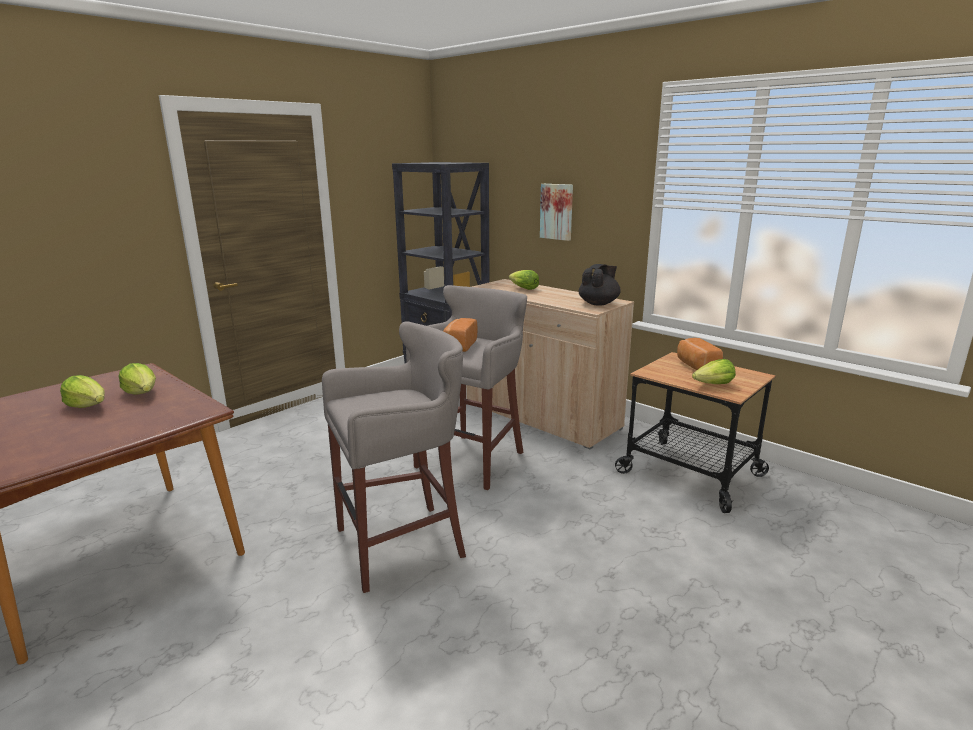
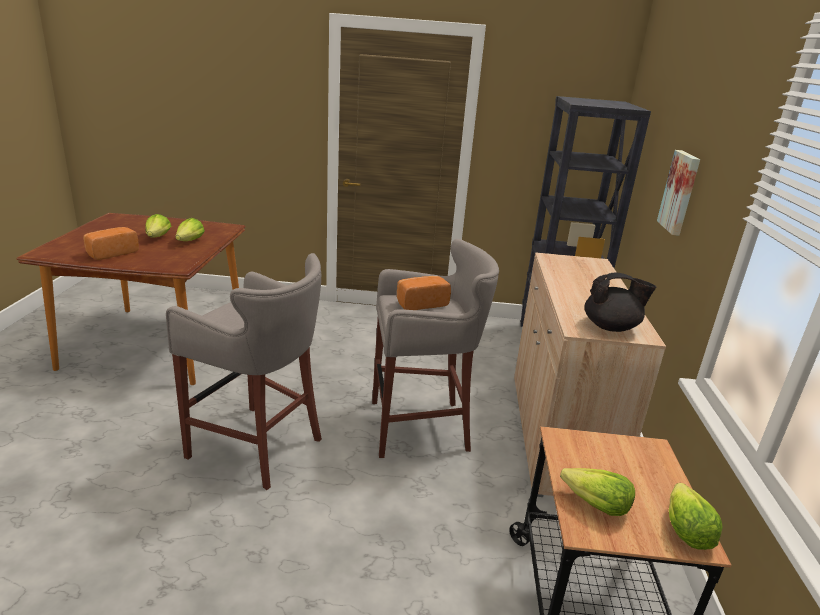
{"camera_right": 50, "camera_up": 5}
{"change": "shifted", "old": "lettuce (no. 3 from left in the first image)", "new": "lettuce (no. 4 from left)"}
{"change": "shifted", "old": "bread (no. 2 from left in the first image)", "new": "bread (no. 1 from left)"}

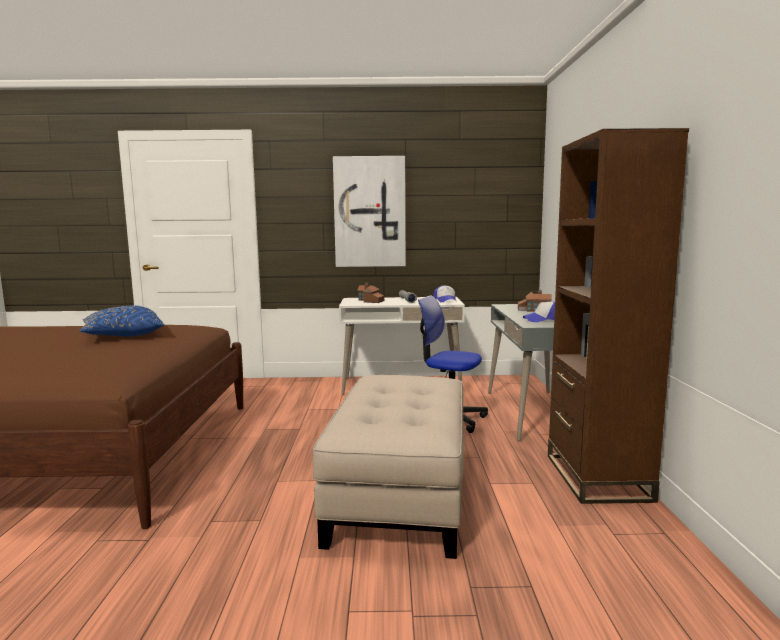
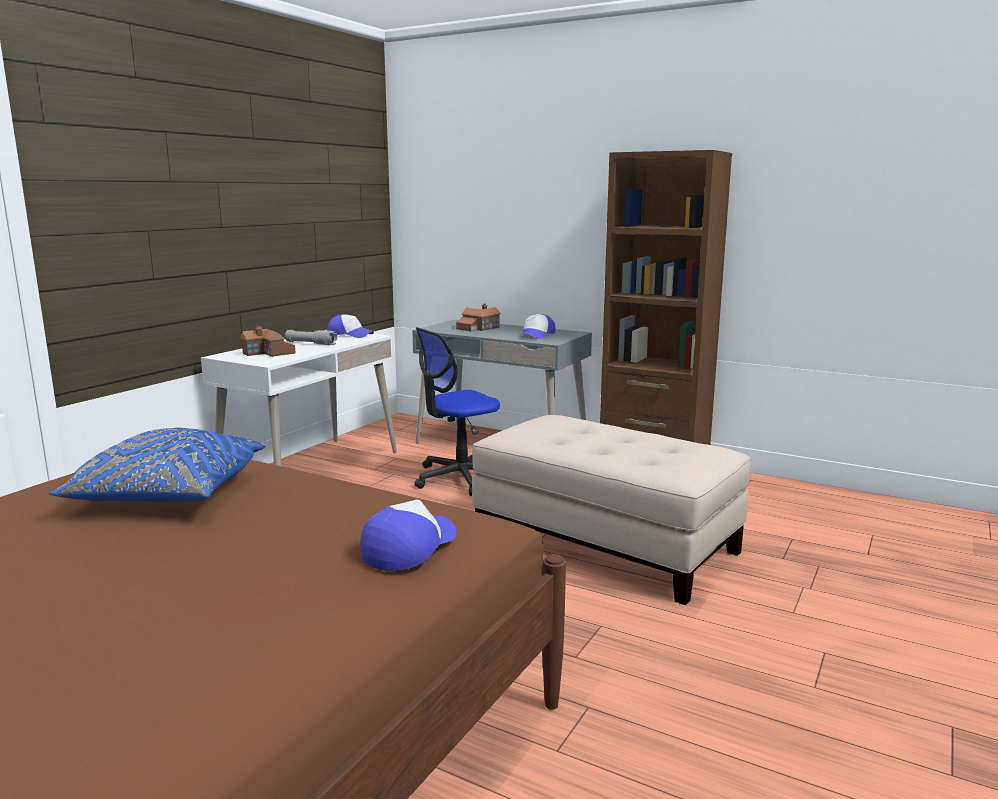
{"camera_right": -60, "camera_up": 5}
{"change": "gone", "old": "wall picture"}
{"change": "new", "new": "cap (no. 2 from left)"}

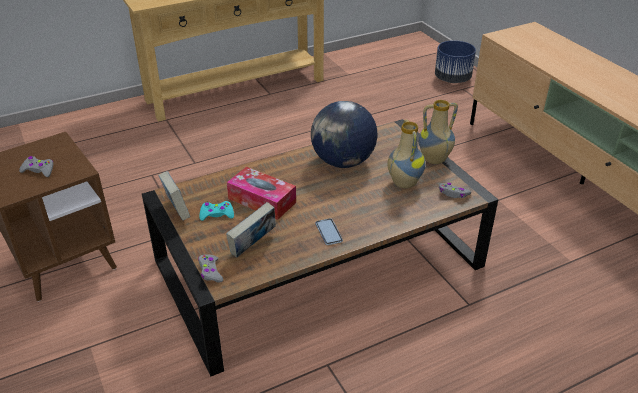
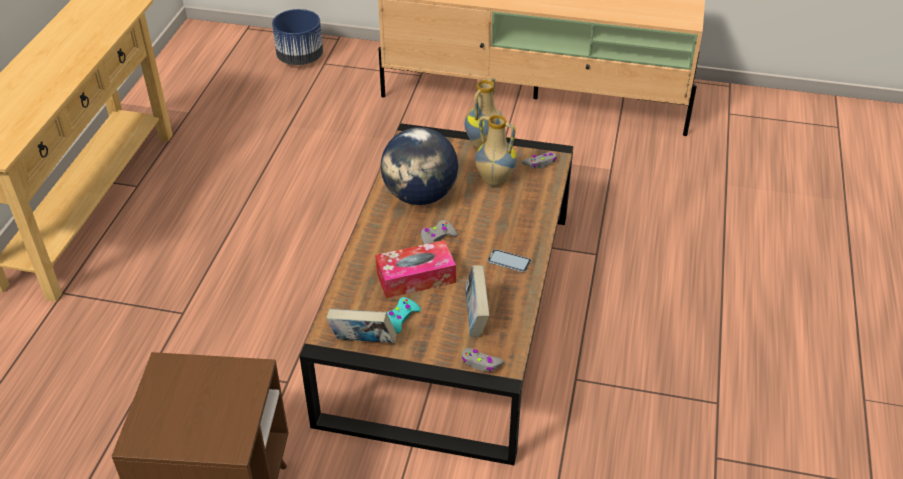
{"camera_right": -50, "camera_up": 5}
{"change": "shifted", "old": "game controller (greyish) (no. 1 from left)"}

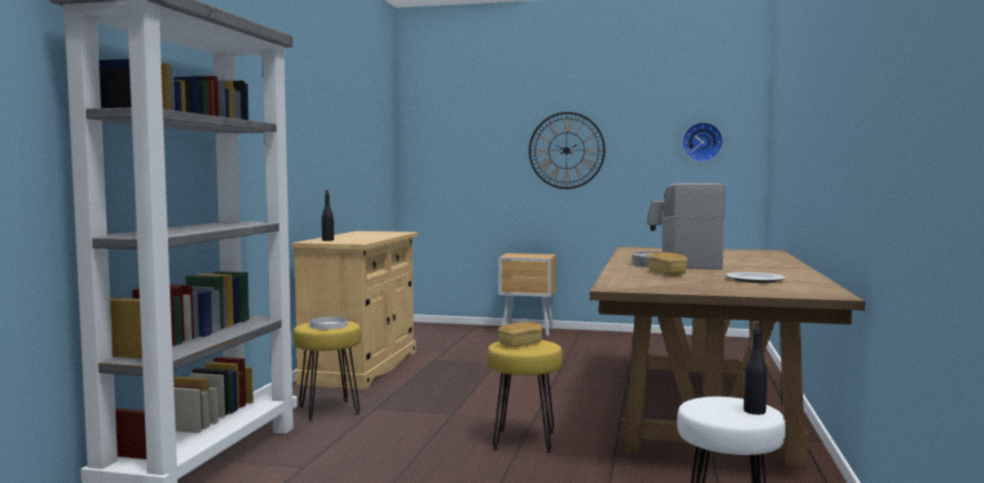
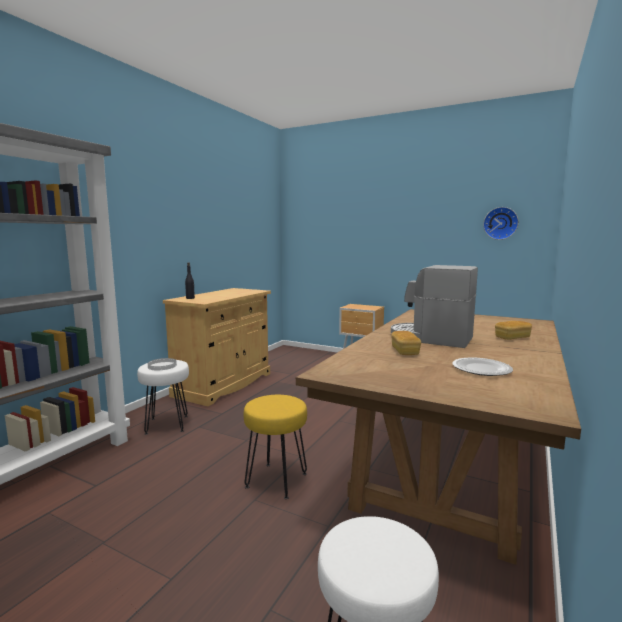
{"camera_right": 15, "camera_up": 5}
{"change": "repainted", "old": "sitting stool (yellowish) (no. 1 from left)", "new": "sitting stool (white) (no. 1 from left)"}
{"change": "shifted", "old": "bread (no. 1 from left in the first image)", "new": "bread (no. 2 from left)"}
{"change": "gone", "old": "clock on the wall (no. 1 from left)"}
{"change": "gone", "old": "beverage bottle (black) (no. 2 from left)"}

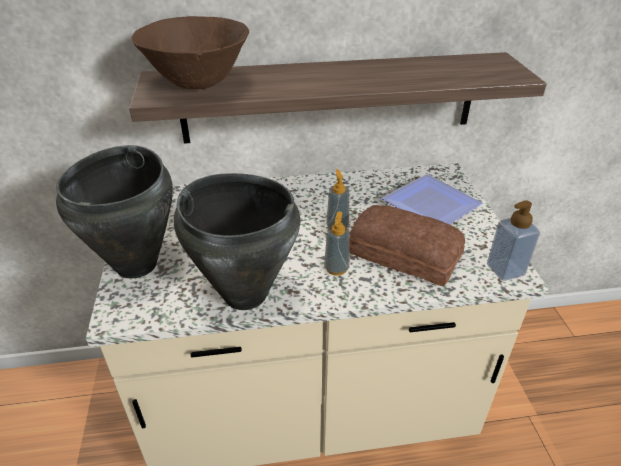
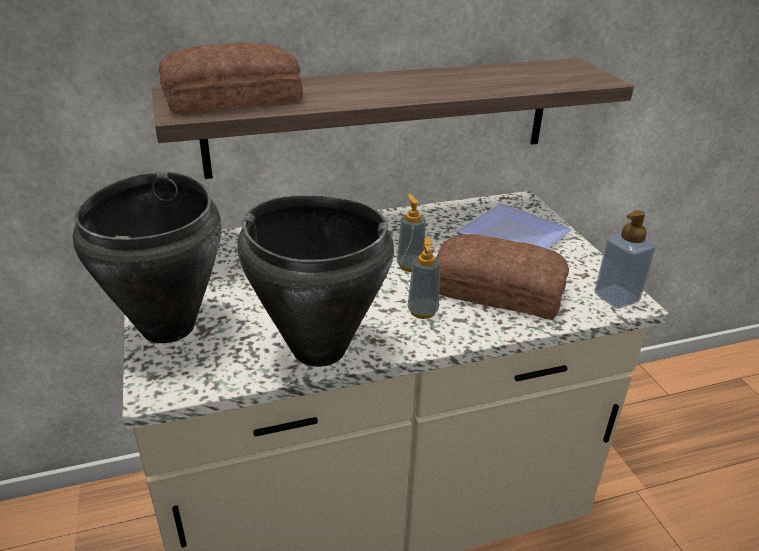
{"camera_right": -10, "camera_up": -5}
{"change": "swapped", "old": "deep dish (brown)", "new": "bread (no. 1 from left)"}

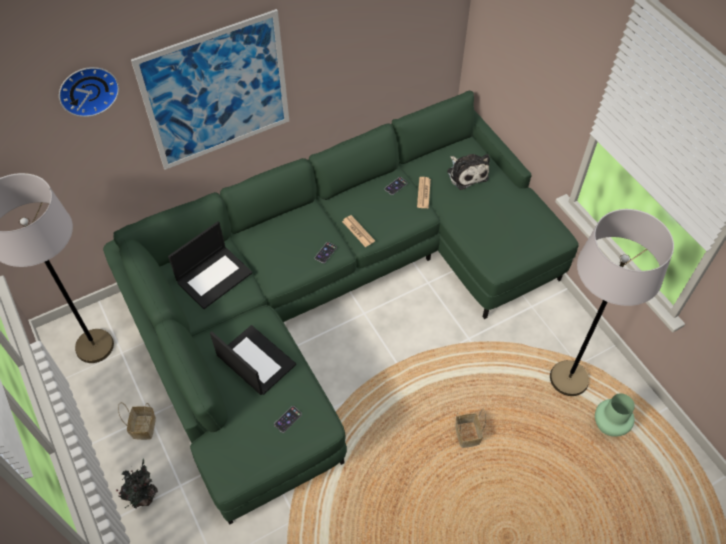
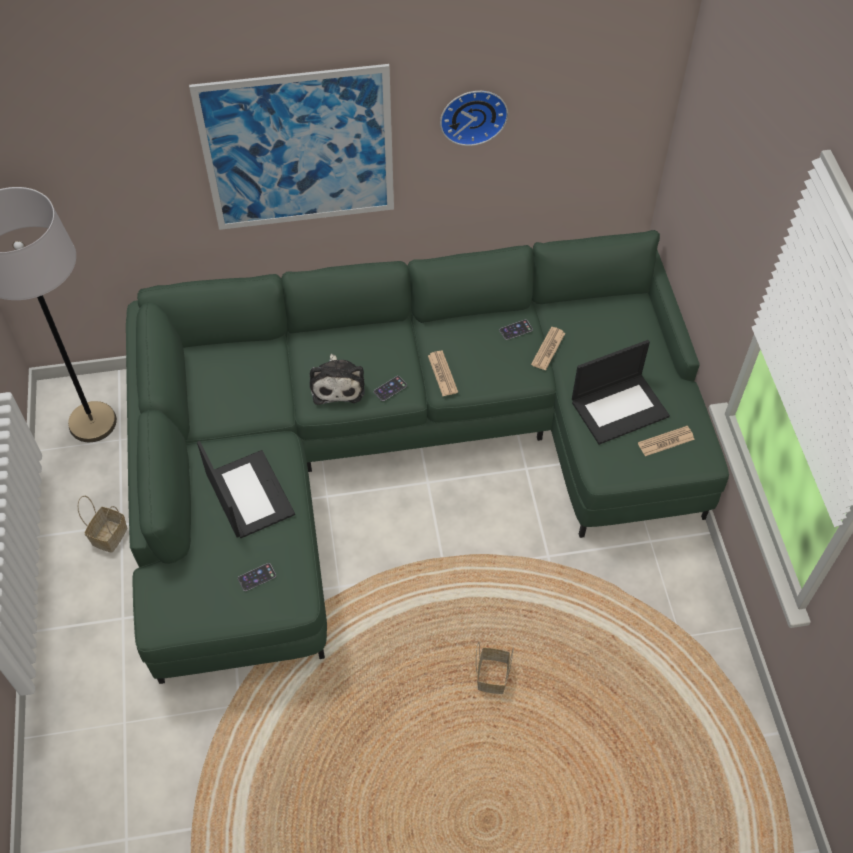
{"camera_right": 20, "camera_up": 0}
{"change": "shifted", "old": "clock on the wall"}
{"change": "gone", "old": "houseplant"}
{"change": "shifted", "old": "portable computer (no. 1 from left in the first image)", "new": "portable computer (no. 2 from left)"}
{"change": "shifted", "old": "soft toy"}
{"change": "gone", "old": "floor lamp (greyish) (no. 2 from left)"}
{"change": "gone", "old": "decorative vase (greenish)"}
{"change": "new", "new": "newspaper (no. 3 from left)"}

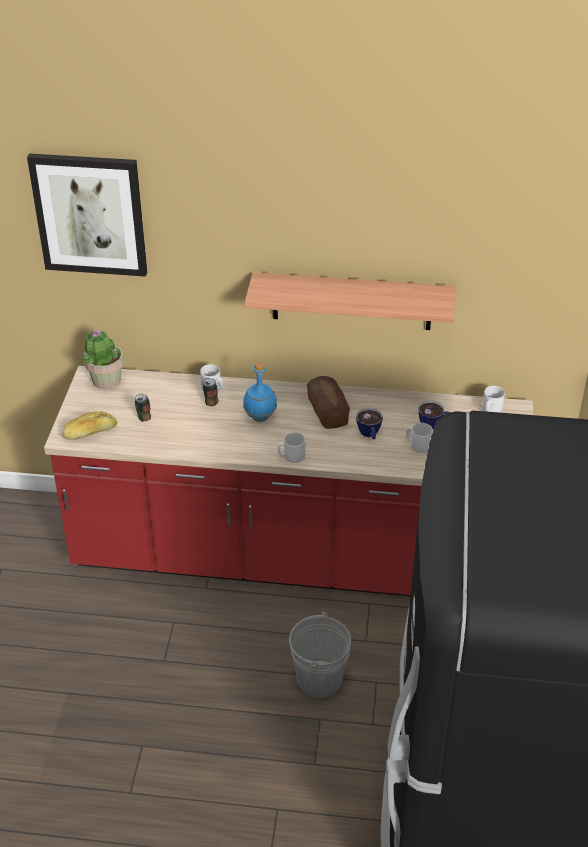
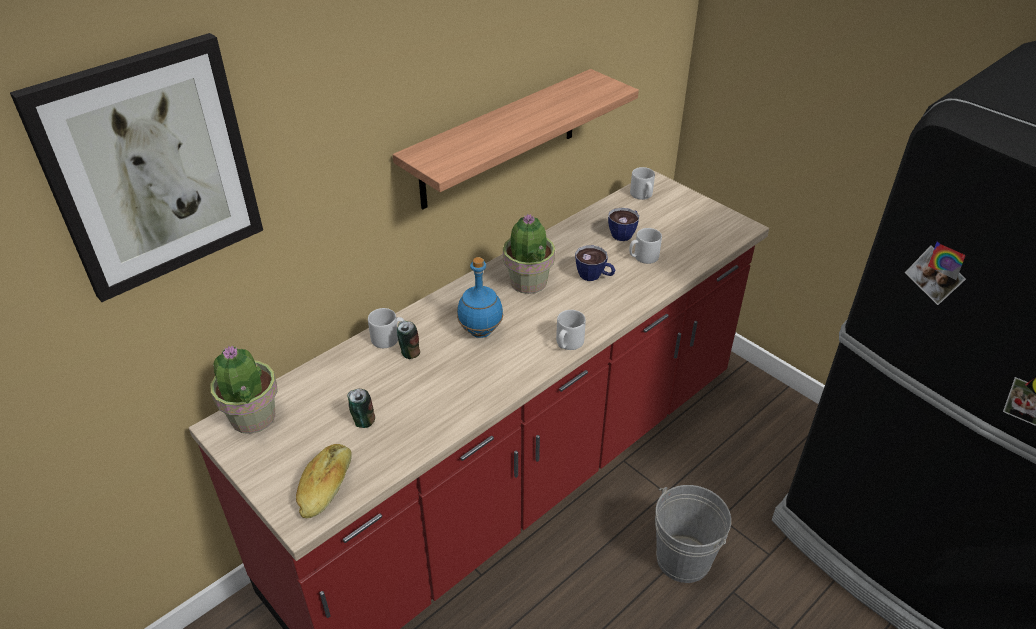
{"camera_right": -50, "camera_up": 0}
{"change": "swapped", "old": "bread (no. 2 from left)", "new": "houseplant (no. 2 from left)"}

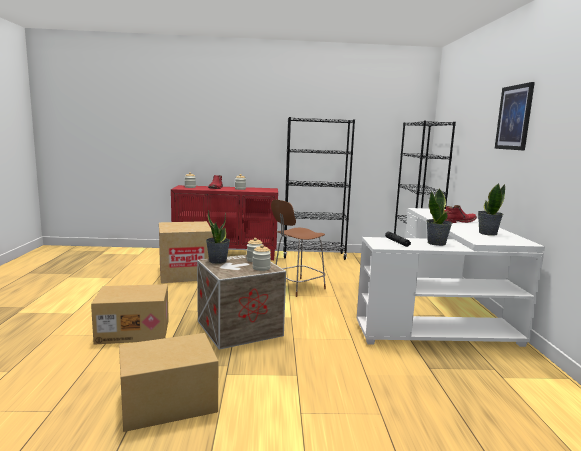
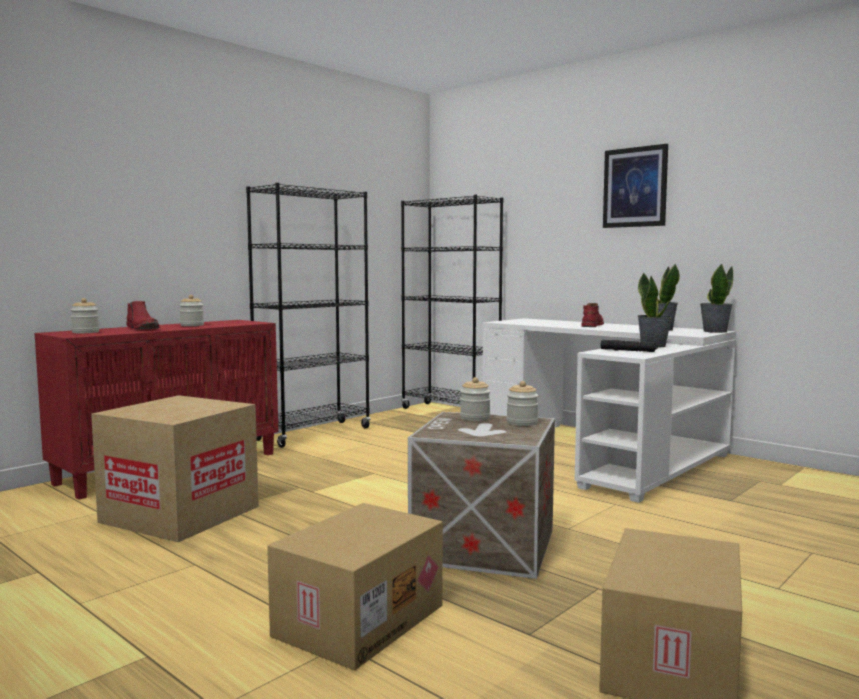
{"camera_right": -45, "camera_up": -5}
{"change": "shifted", "old": "houseplant (no. 1 from left in the first image)", "new": "houseplant (no. 3 from left)"}
{"change": "gone", "old": "upright chair (brown)"}

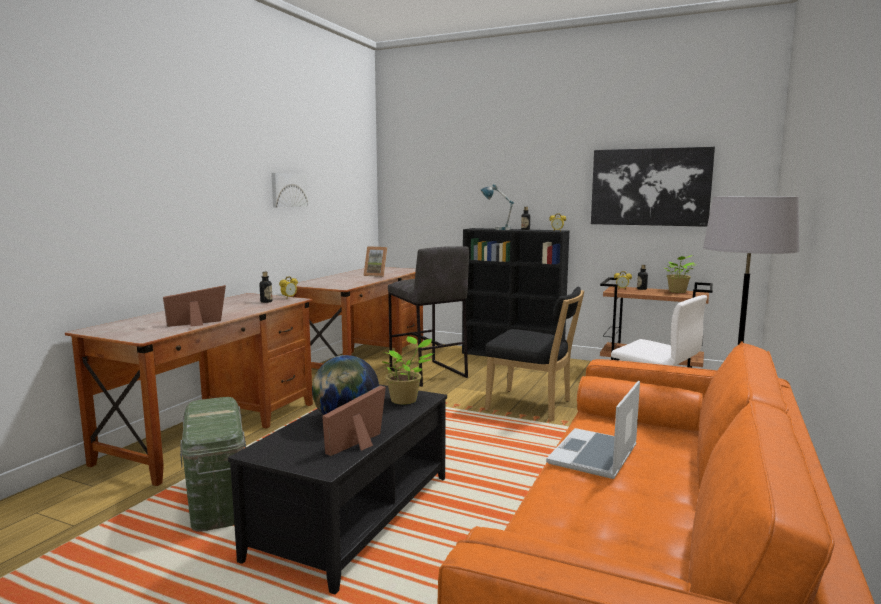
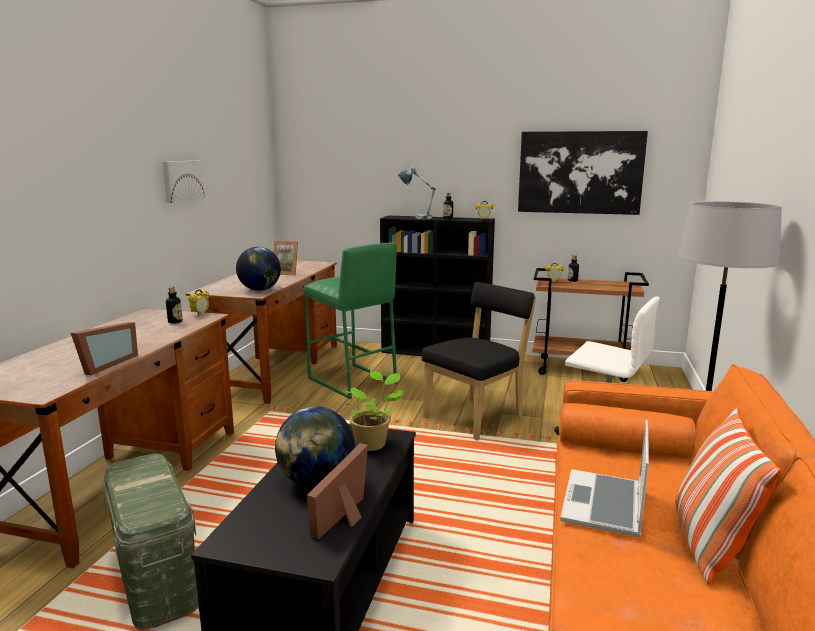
{"camera_right": -10, "camera_up": 5}
{"change": "rotated", "old": "picture frame (no. 1 from left)", "degrees": 150}
{"change": "repainted", "old": "sitting stool (greyish)", "new": "sitting stool (greenish)"}
{"change": "rotated", "old": "upright chair (black)", "degrees": -60}
{"change": "gone", "old": "houseplant (no. 2 from left)"}
{"change": "new", "new": "world globe (no. 1 from left)"}
{"change": "new", "new": "pillow"}

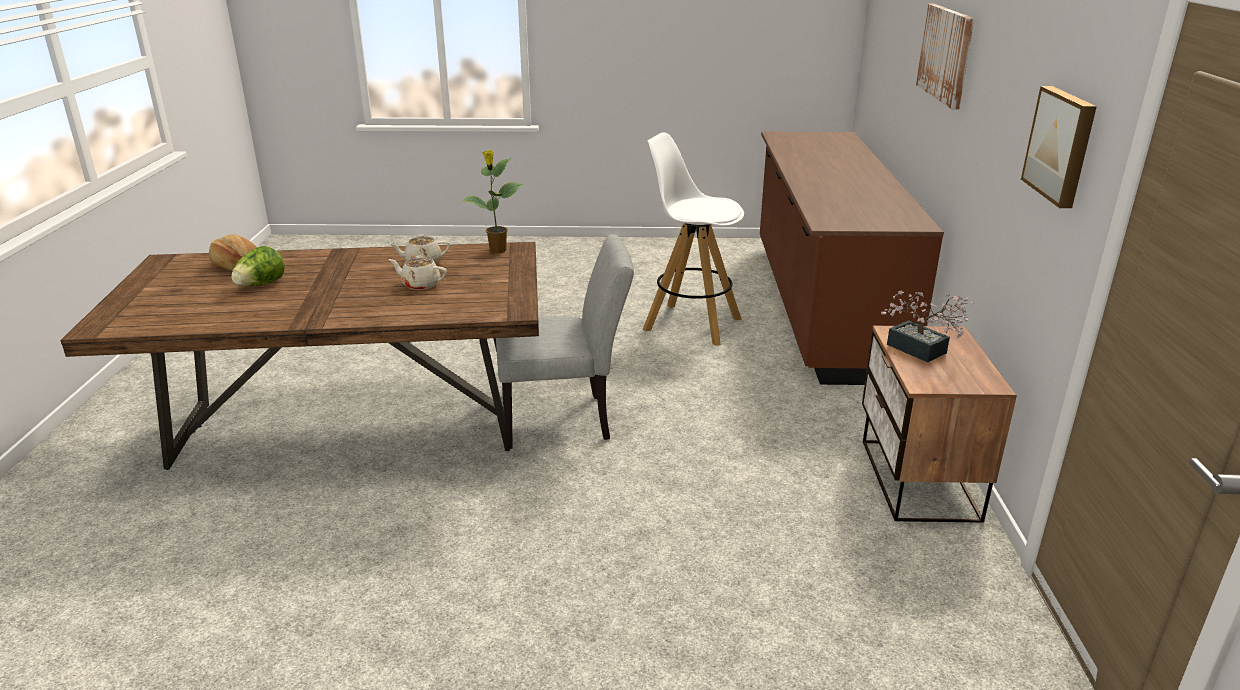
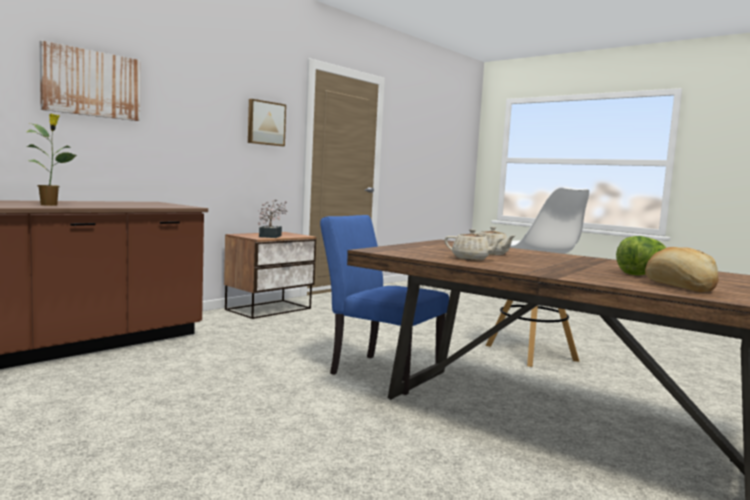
{"camera_right": -140, "camera_up": -20}
{"change": "shifted", "old": "houseplant (no. 1 from left)"}
{"change": "repainted", "old": "upright chair (greyish)", "new": "upright chair (blue)"}
{"change": "shifted", "old": "sitting stool (white)"}

